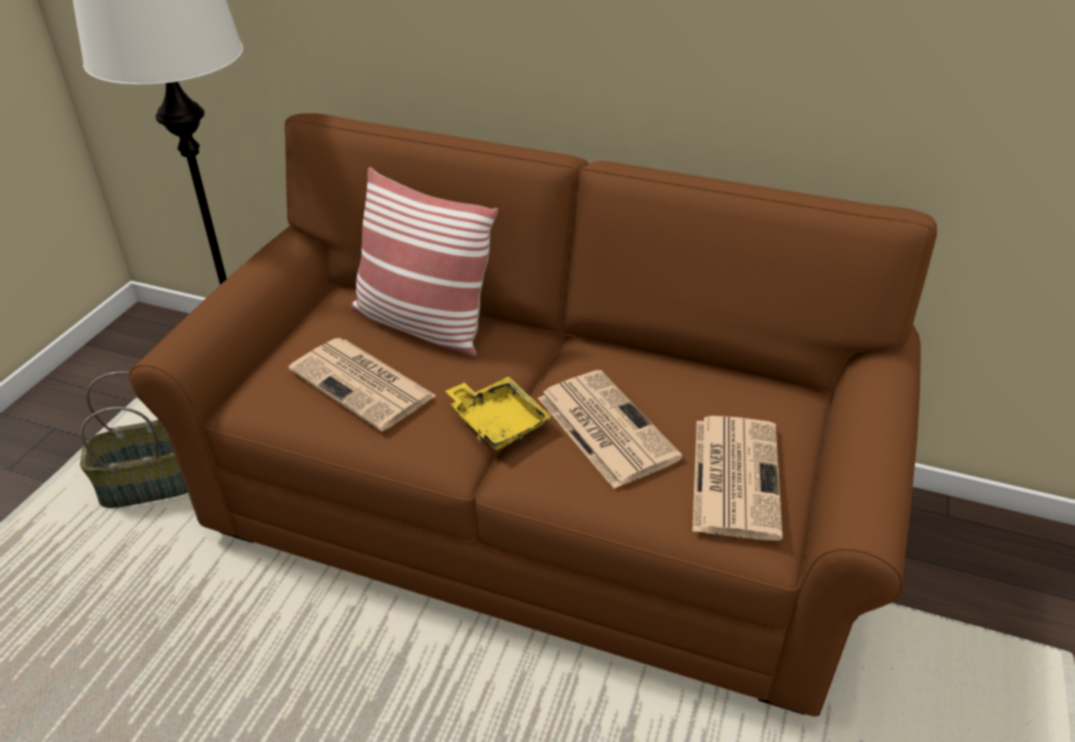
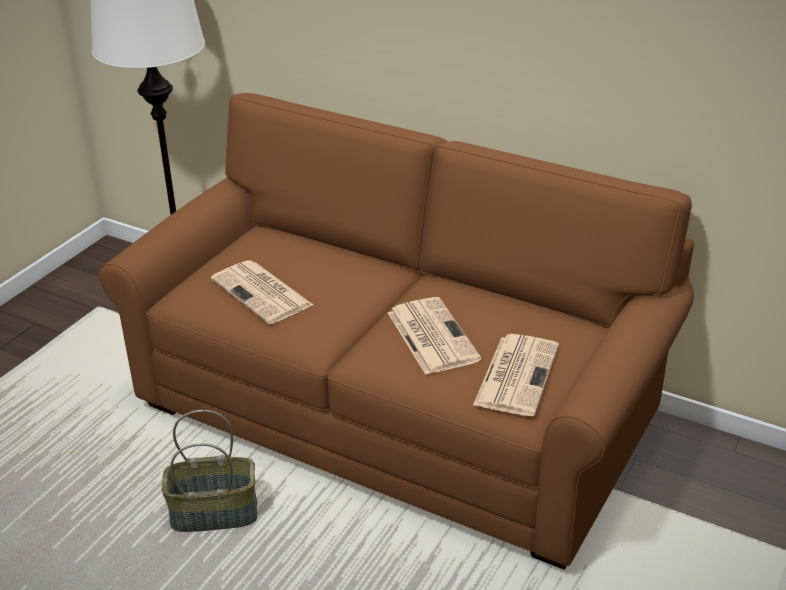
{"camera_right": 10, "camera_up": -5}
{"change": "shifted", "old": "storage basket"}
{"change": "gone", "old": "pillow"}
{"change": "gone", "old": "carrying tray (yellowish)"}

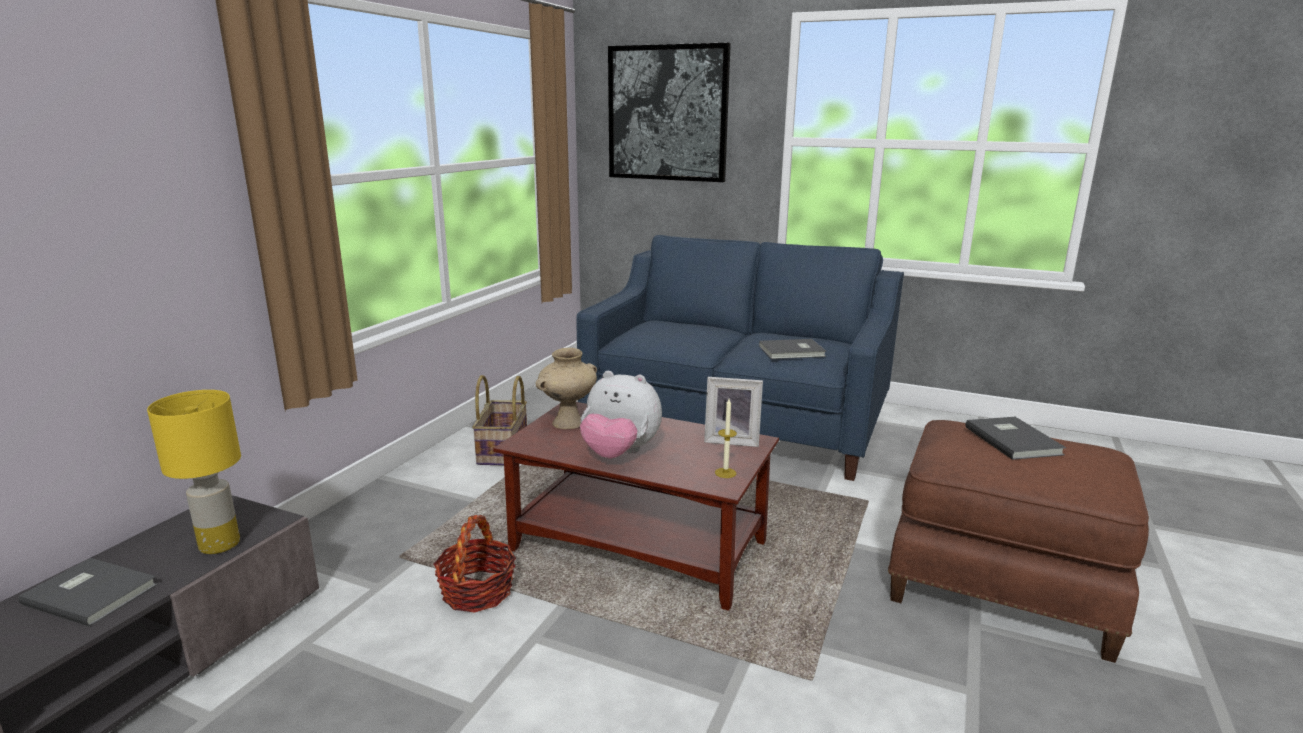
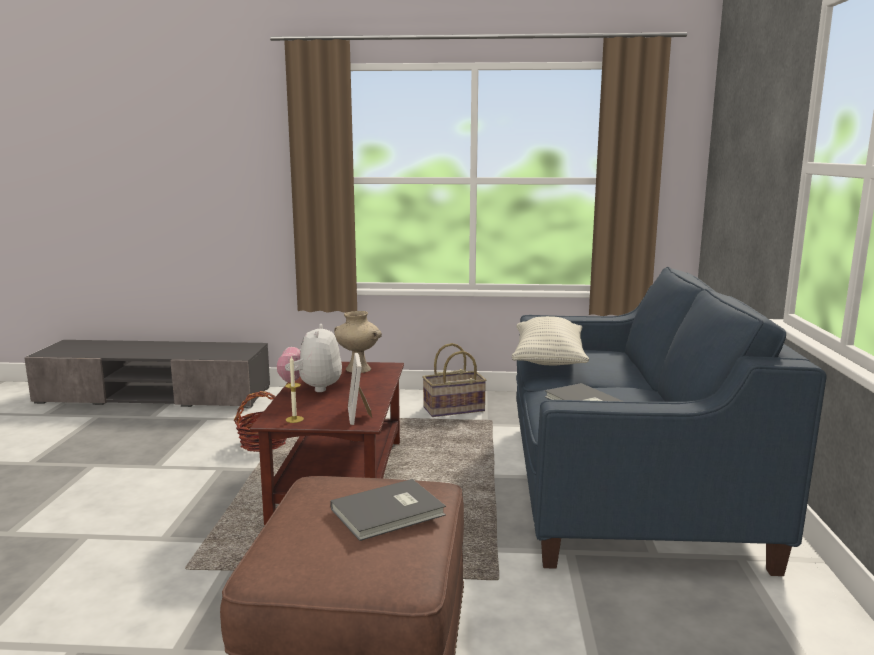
{"camera_right": 70, "camera_up": -5}
{"change": "gone", "old": "bound book (greyish) (no. 1 from left)"}
{"change": "gone", "old": "tabletop lamp (yellowish)"}
{"change": "gone", "old": "wall picture"}
{"change": "new", "new": "pillow"}

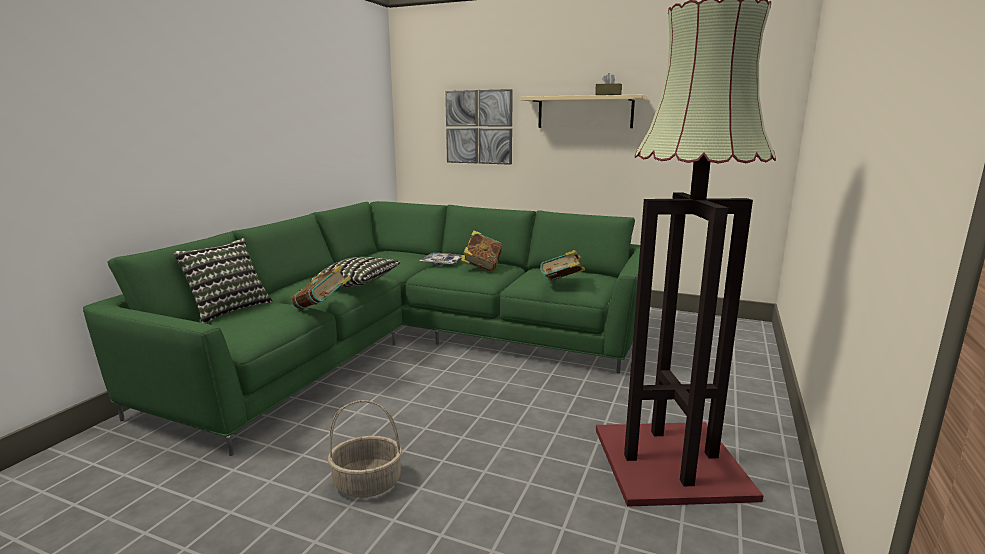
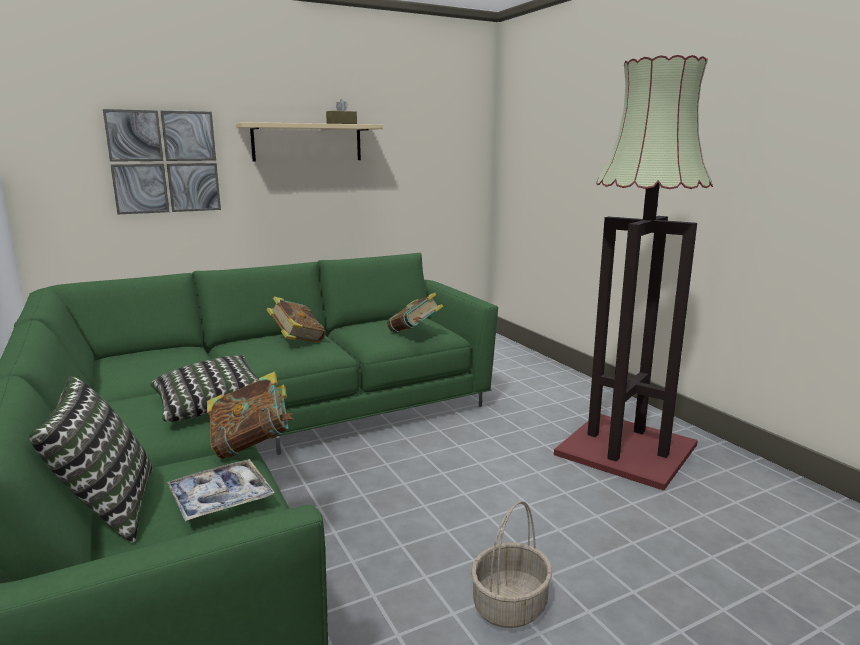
{"camera_right": -50, "camera_up": 0}
{"change": "shifted", "old": "carrying tray"}

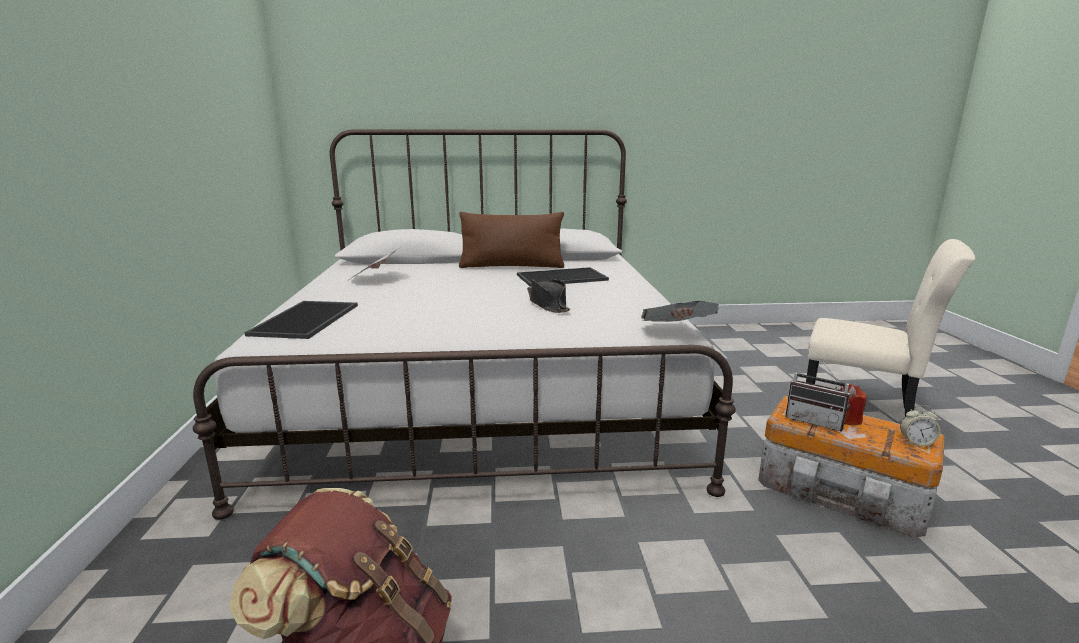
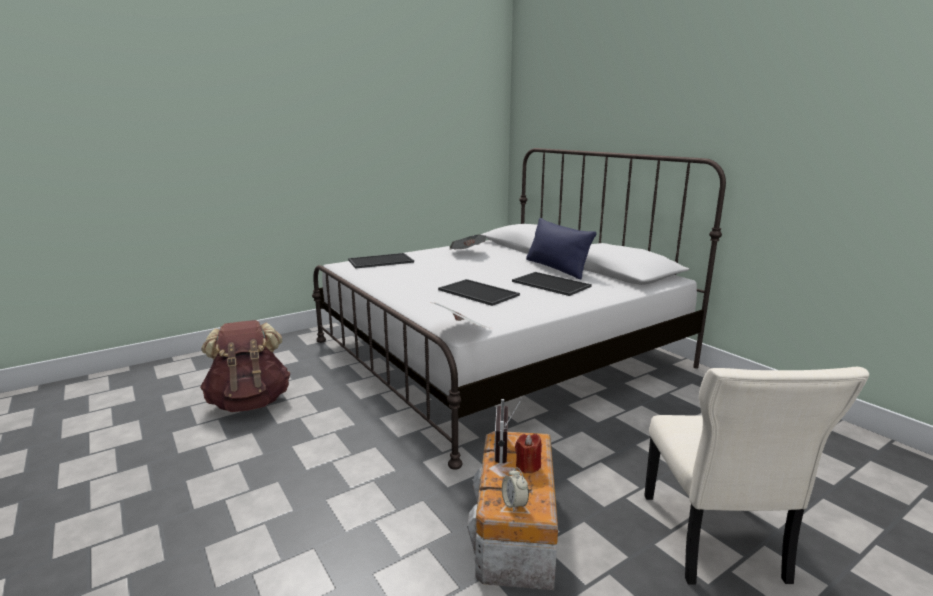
{"camera_right": 60, "camera_up": 0}
{"change": "repainted", "old": "pillow (brown)", "new": "pillow (blue)"}
{"change": "swapped", "old": "wearable hat (black)", "new": "carrying tray (no. 2 from left)"}

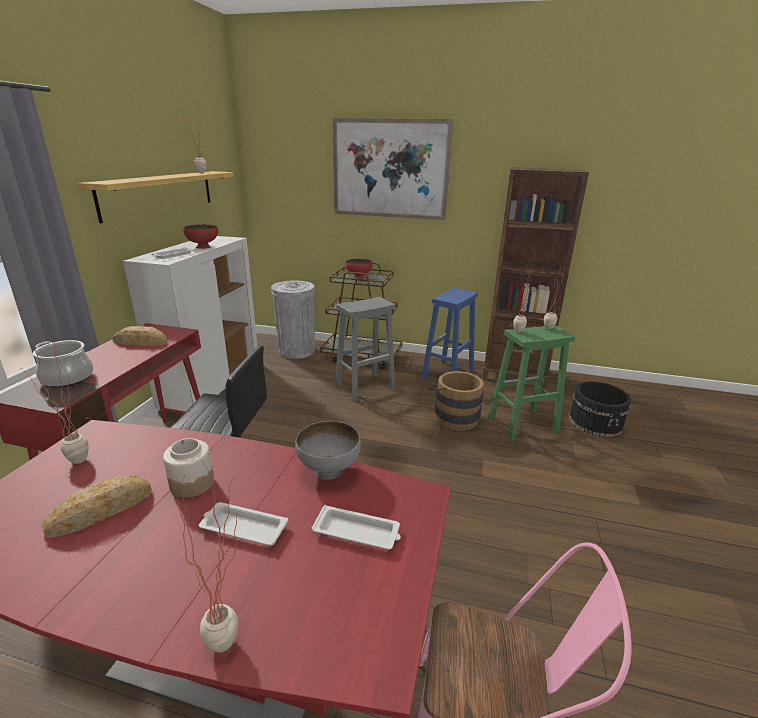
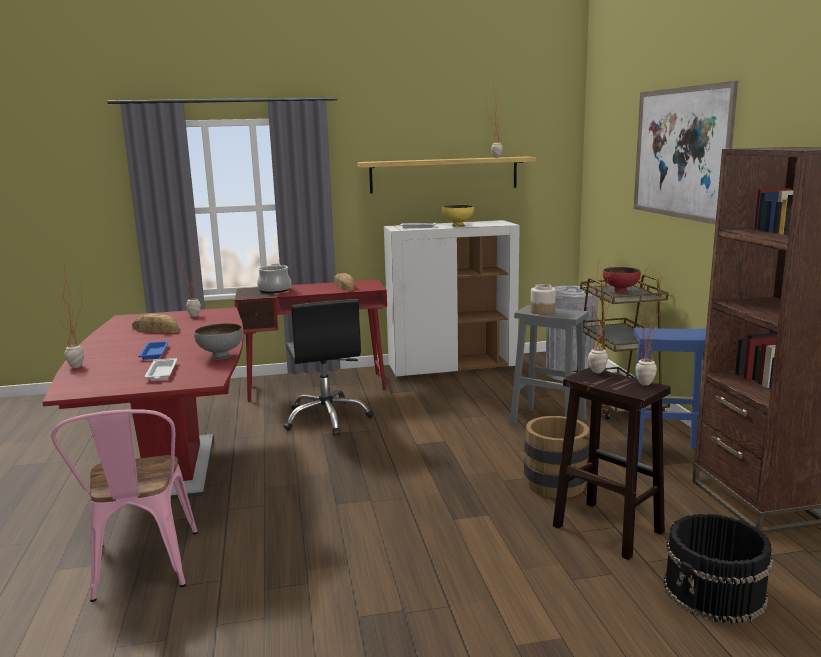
{"camera_right": 65, "camera_up": -10}
{"change": "shifted", "old": "storage jar"}
{"change": "repainted", "old": "deep dish (red) (no. 1 from left)", "new": "deep dish (yellowish)"}
{"change": "repainted", "old": "carrying tray (white) (no. 2 from left)", "new": "carrying tray (blue)"}
{"change": "repainted", "old": "sitting stool (greenish)", "new": "sitting stool (brown)"}

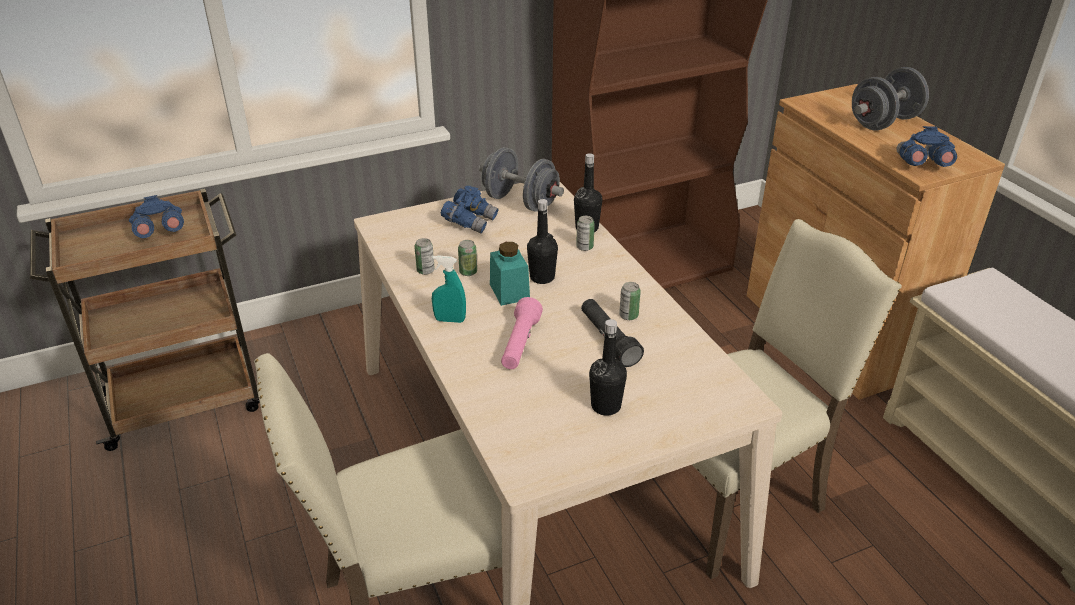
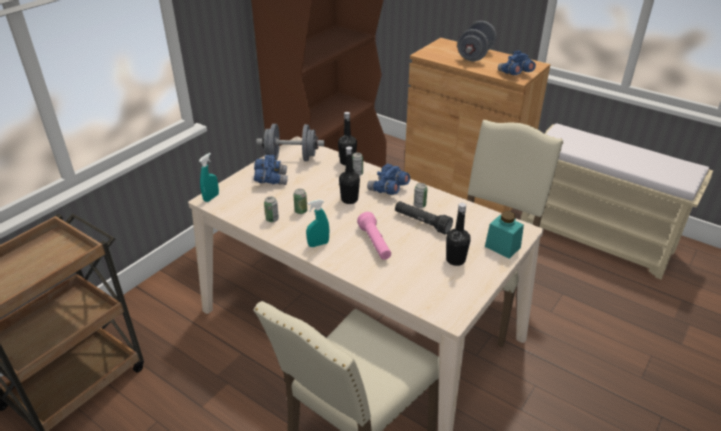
{"camera_right": -30, "camera_up": 0}
{"change": "shifted", "old": "binoculars (blue) (no. 1 from left in the first image)", "new": "binoculars (blue) (no. 2 from left)"}
{"change": "shifted", "old": "storage jar (blue-green)"}
{"change": "new", "new": "sprayer (blue-green) (no. 1 from left)"}

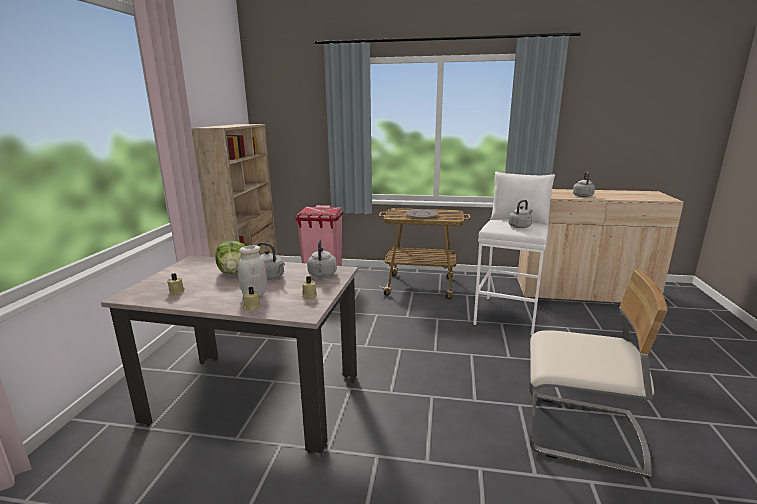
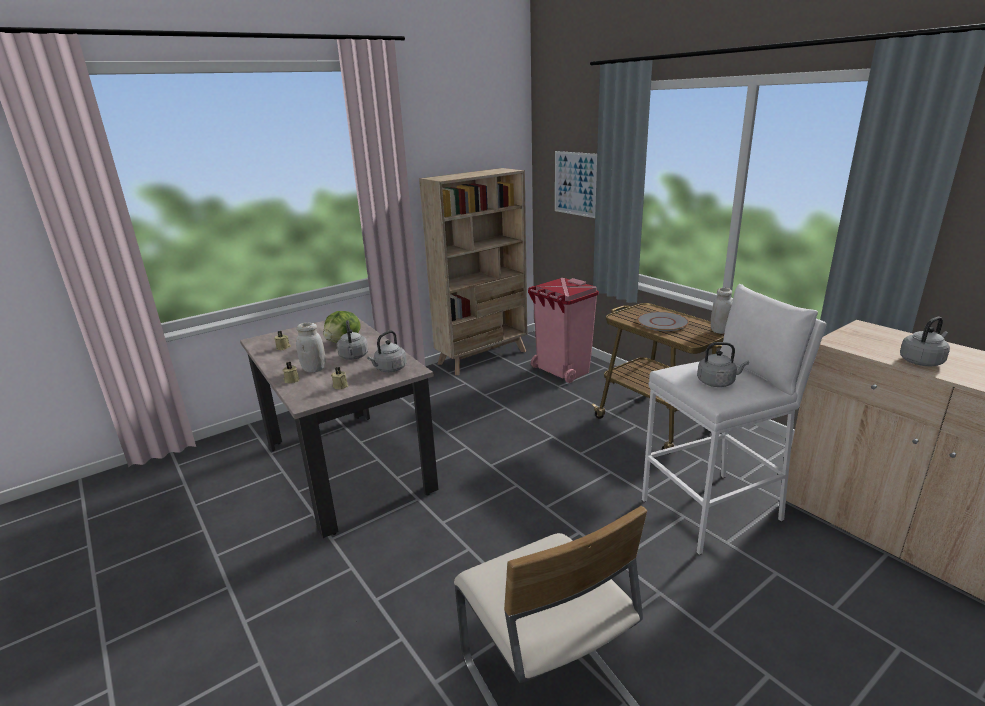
{"camera_right": 45, "camera_up": 5}
{"change": "new", "new": "wall picture"}
{"change": "new", "new": "storage jar (white) (no. 2 from left)"}

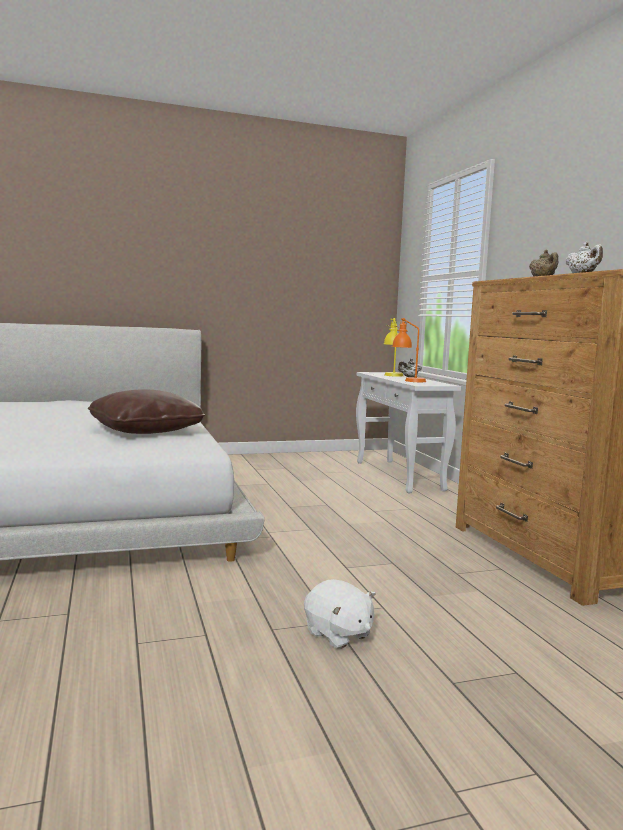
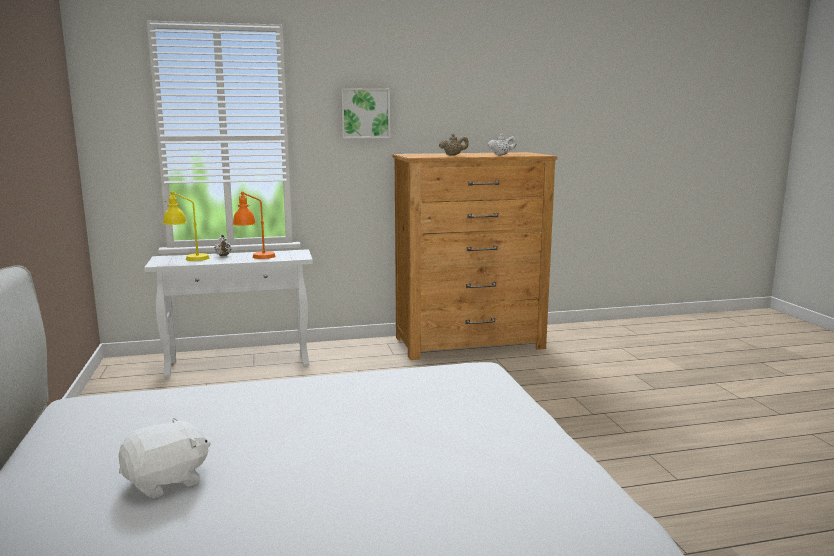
{"camera_right": -85, "camera_up": 5}
{"change": "gone", "old": "pillow (brown)"}
{"change": "shifted", "old": "soft toy (white)"}
{"change": "new", "new": "wall picture"}

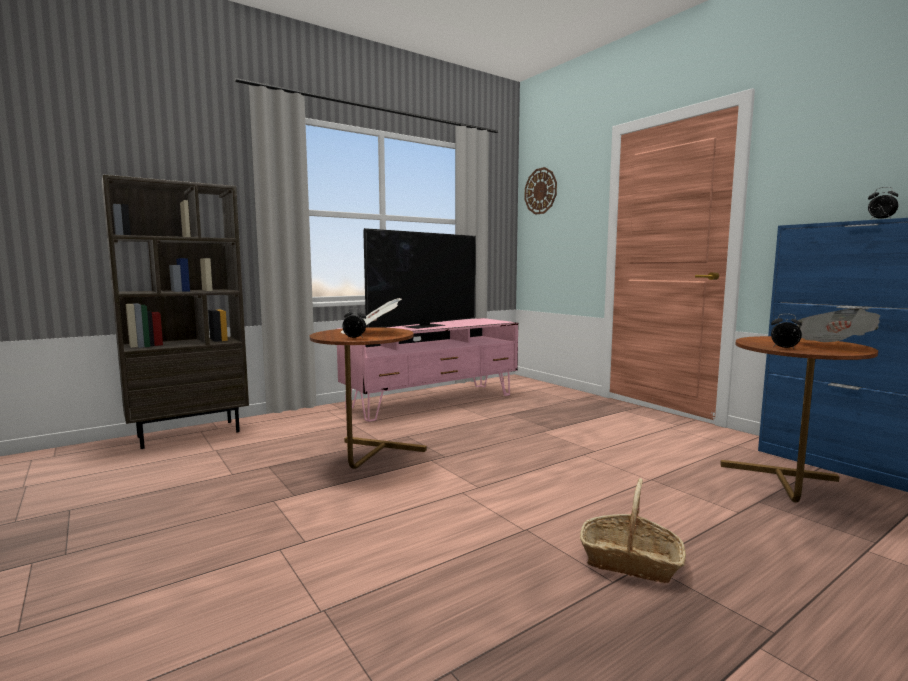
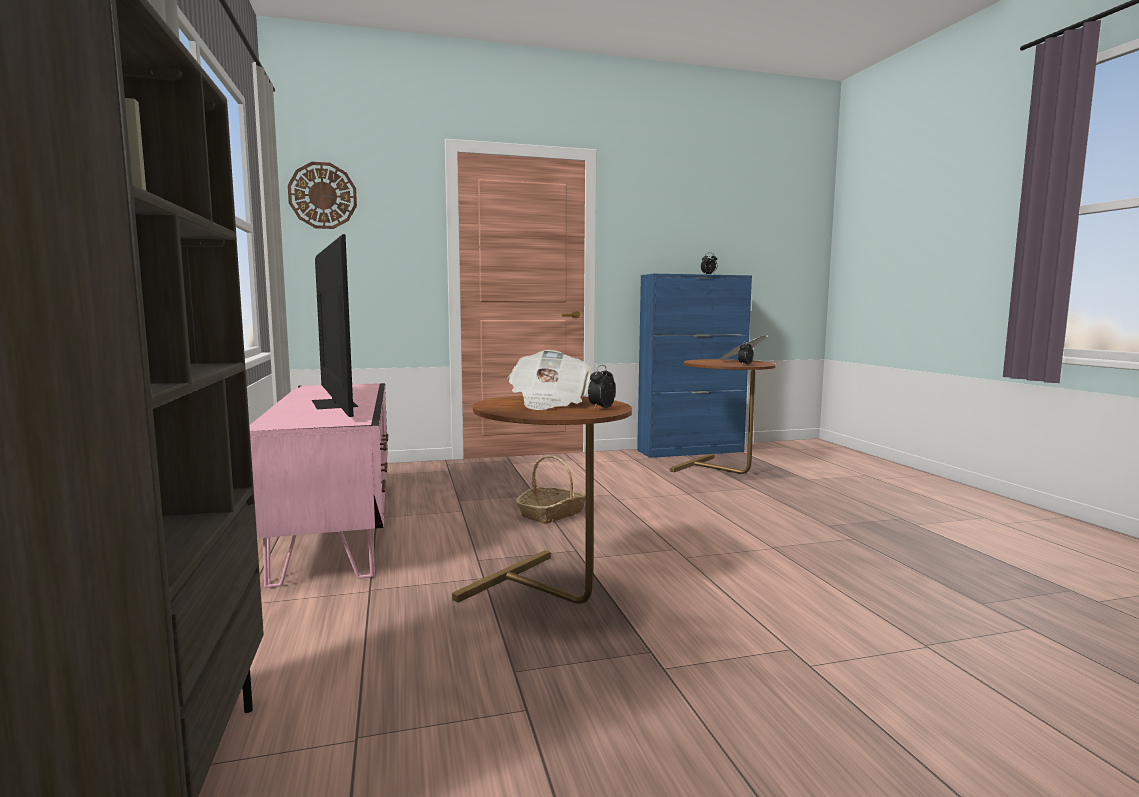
{"camera_right": -70, "camera_up": 0}
{"change": "shifted", "old": "storage basket"}

